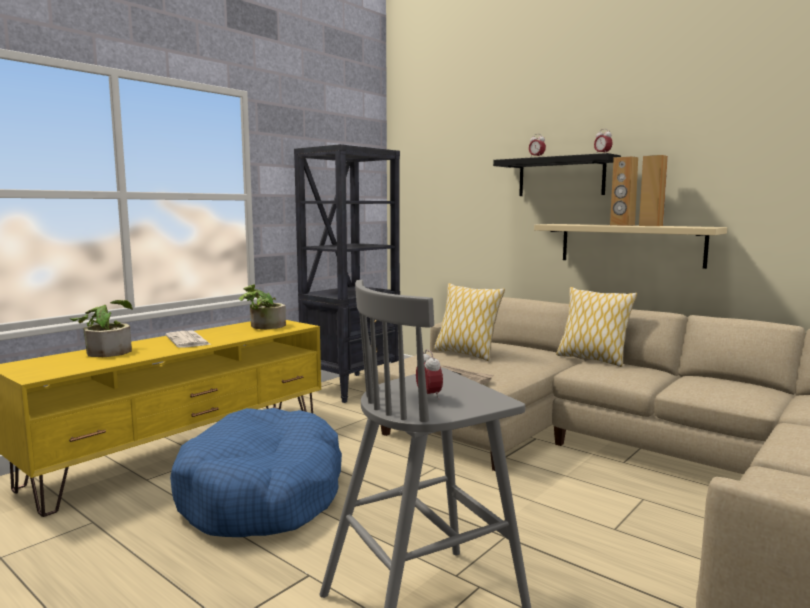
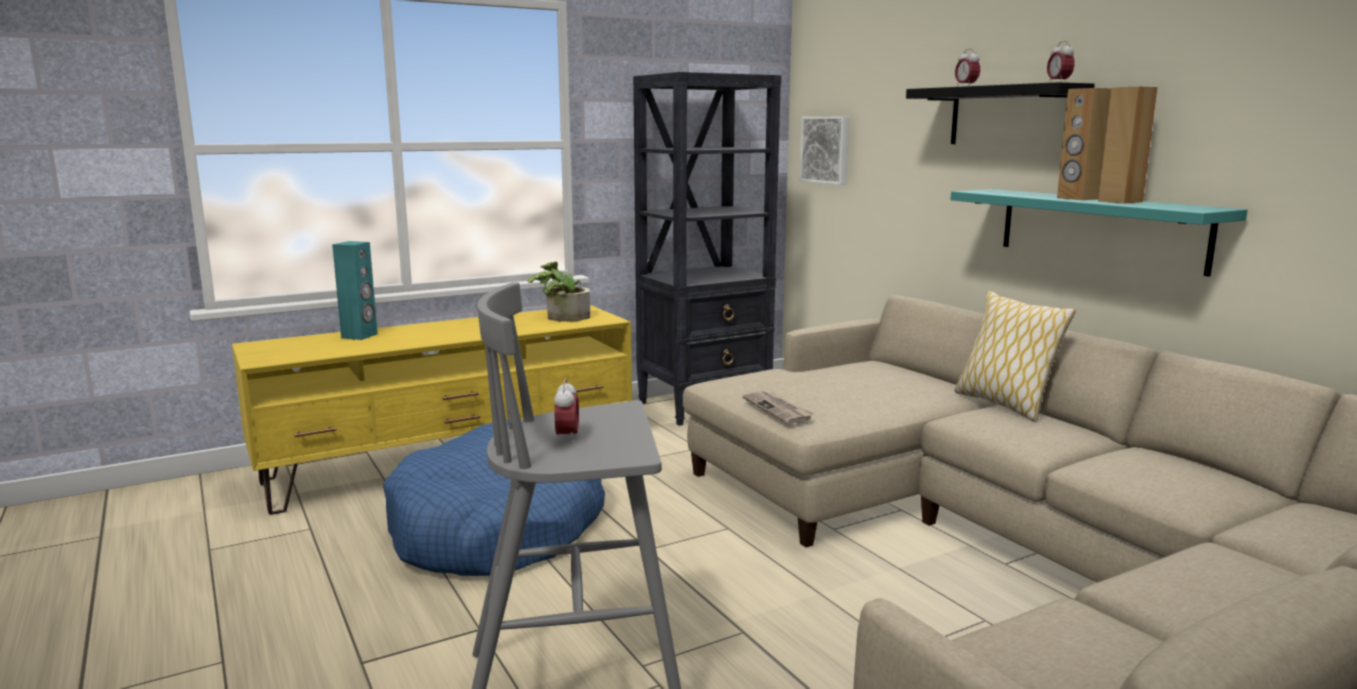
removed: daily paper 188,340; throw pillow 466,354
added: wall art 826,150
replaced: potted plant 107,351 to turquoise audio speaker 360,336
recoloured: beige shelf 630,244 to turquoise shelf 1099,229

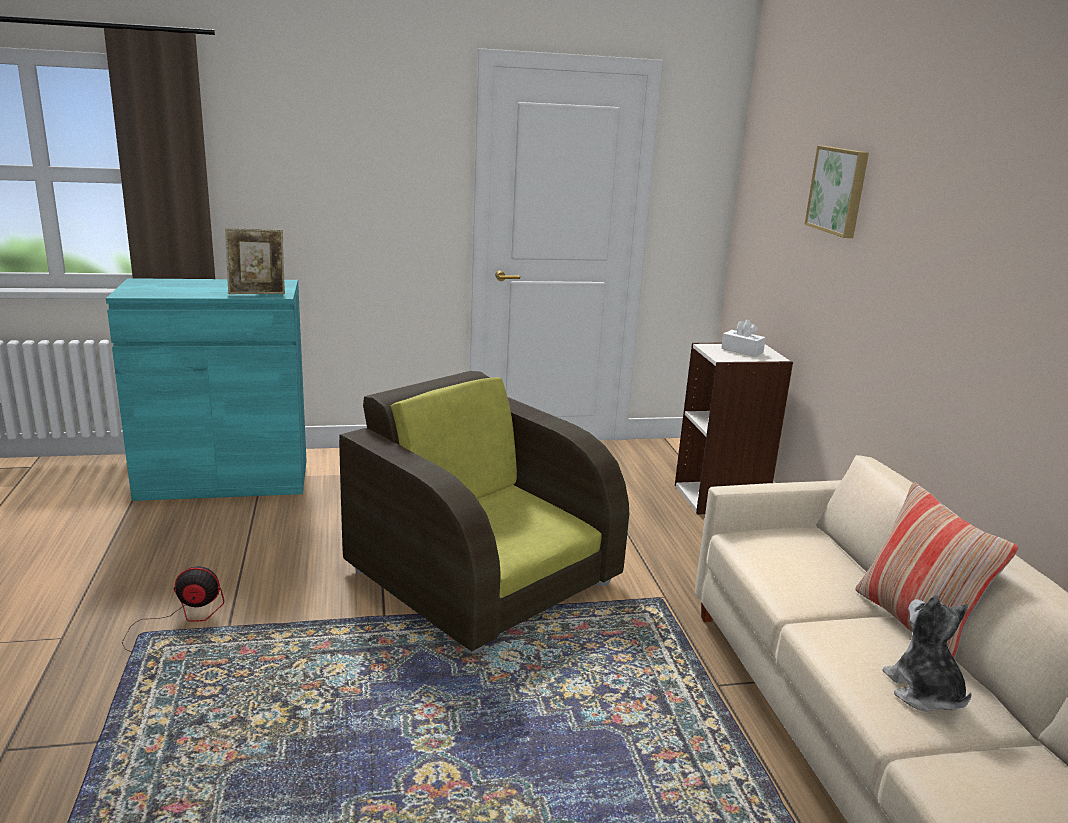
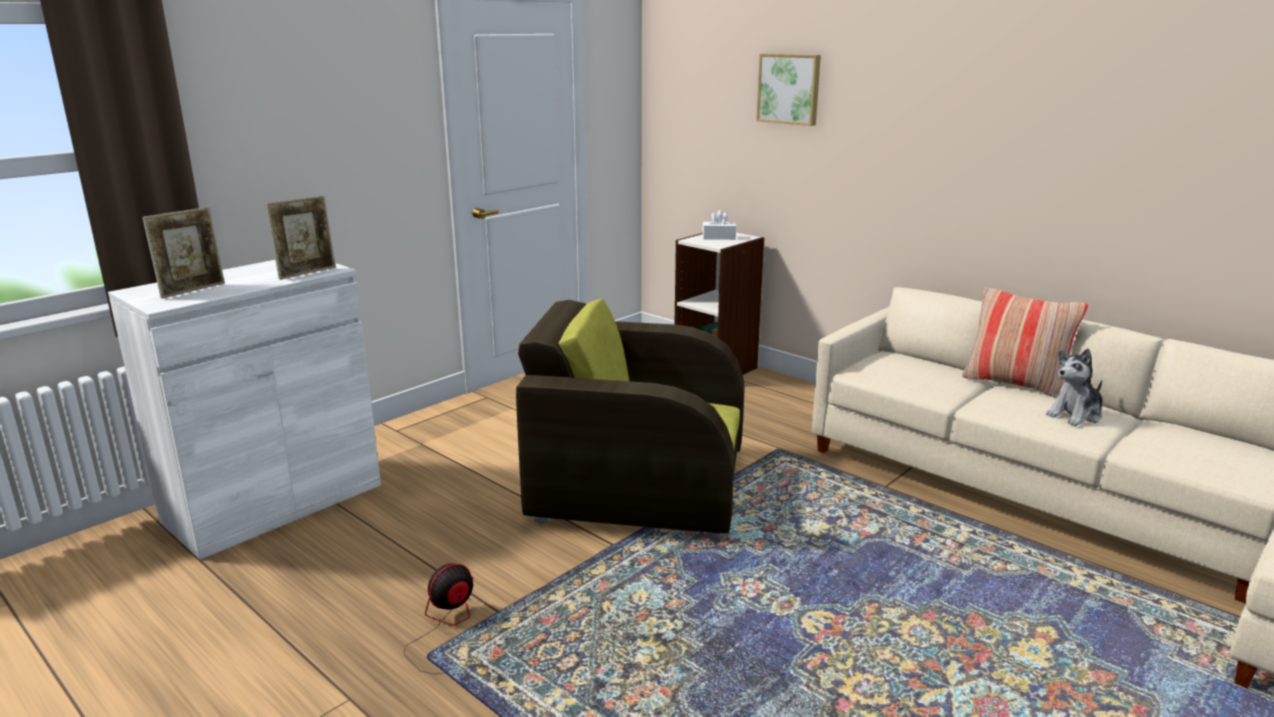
added: picture frame 192,290
recoloured: turquoise storage cabinet 224,480 to white storage cabinet 274,503
turned: plush toy 923,692 = 1075,415 75 degrees counterclockwise

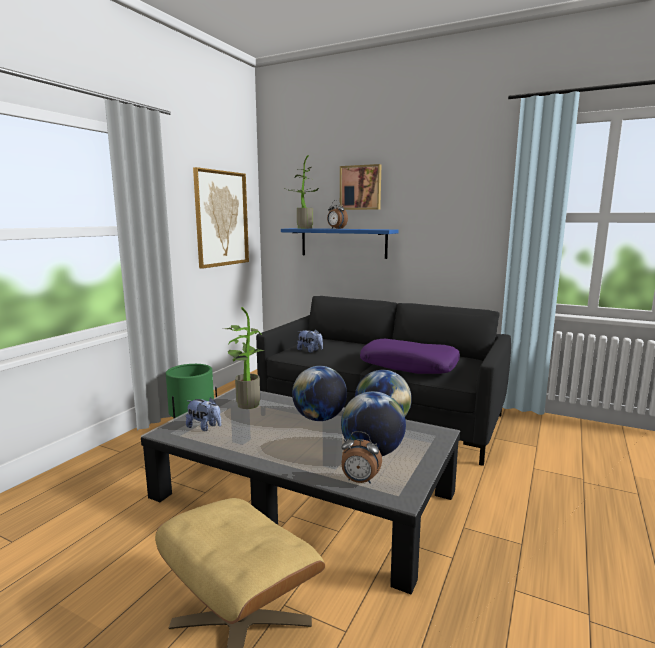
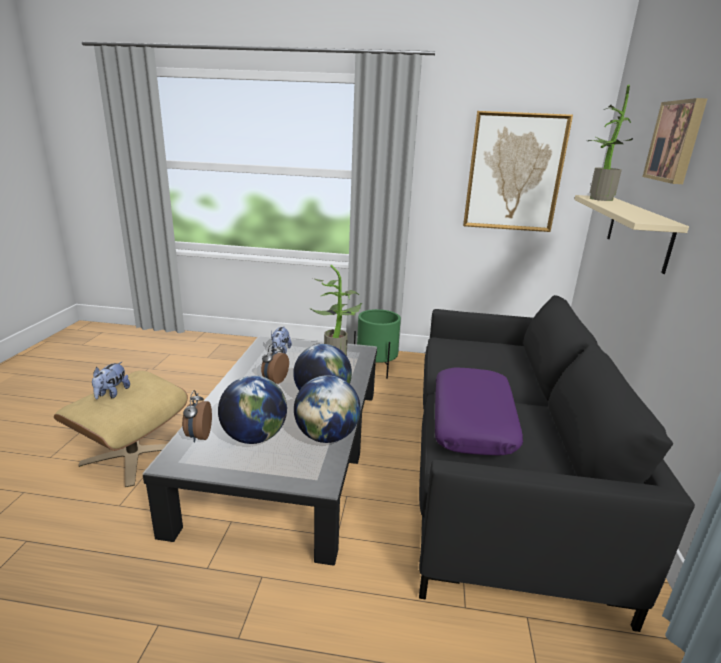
moved: plush toy 310,351 to 112,394; table clock 336,228 to 274,380
recoloured: blue-coloured shelf 343,242 to beige shelf 638,231

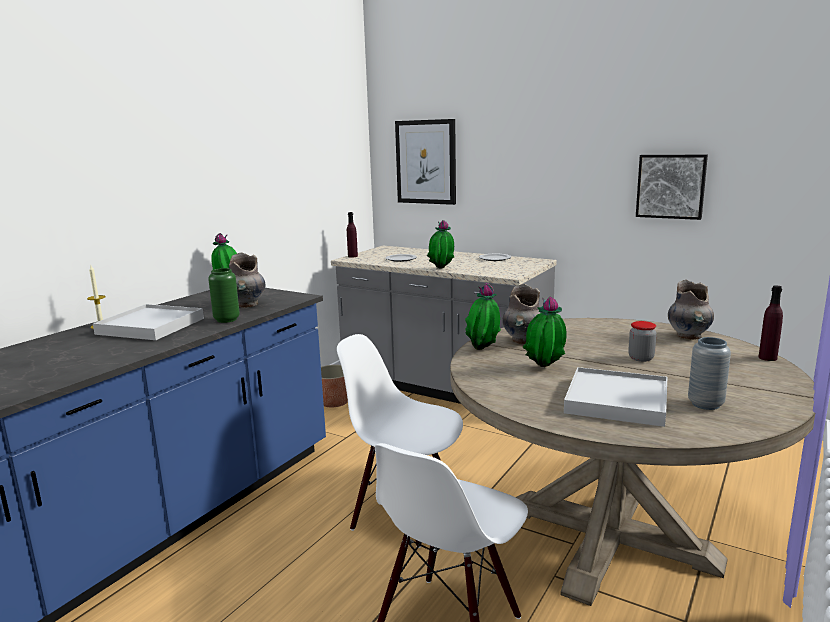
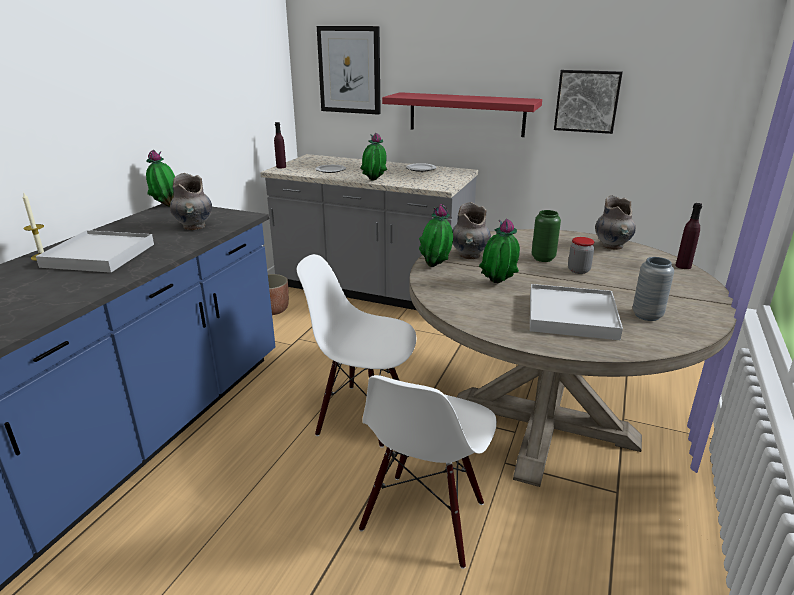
added: red-coloured shelf 466,114
moved: greenish vase 226,320 to 543,258

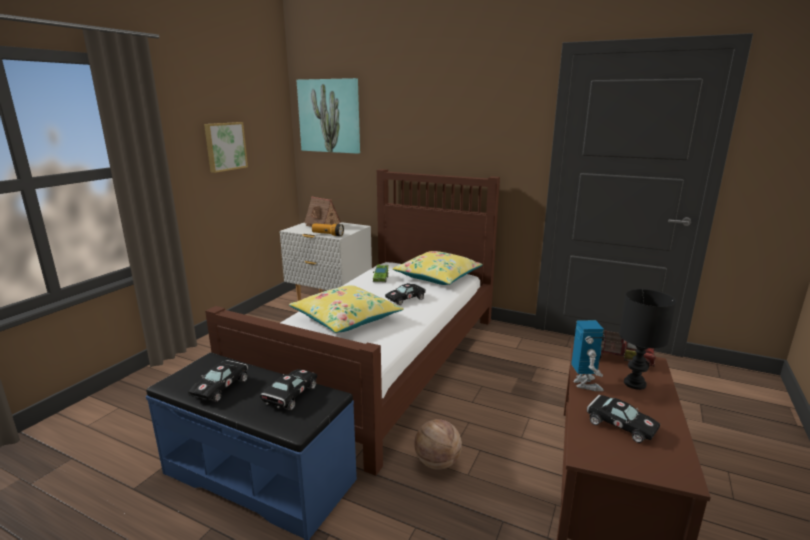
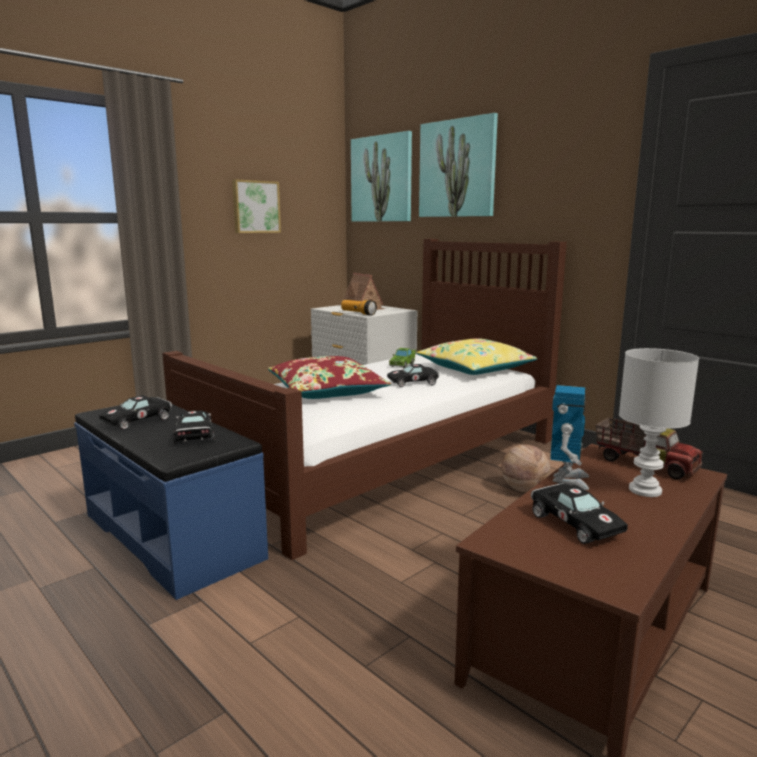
added: wall art 457,168
moved: basketball ball 437,463 to 524,490
recoloured: yellow throw pillow 346,318 to red-coloured throw pillow 327,391; blackish lamp for a table 635,384 to white lamp for a table 646,491
turned: blackish toy car 289,396 = 194,436 60 degrees counterclockwise

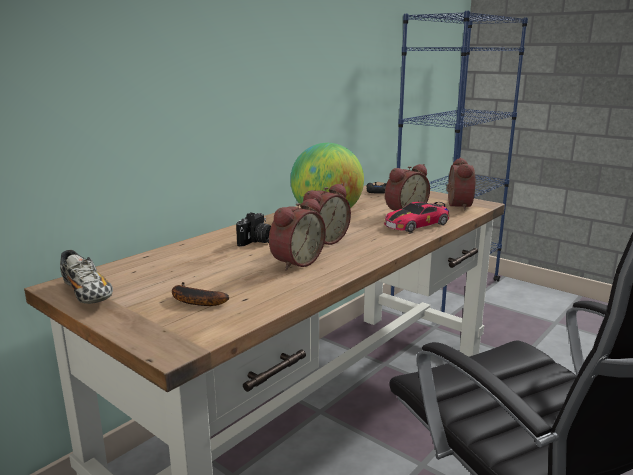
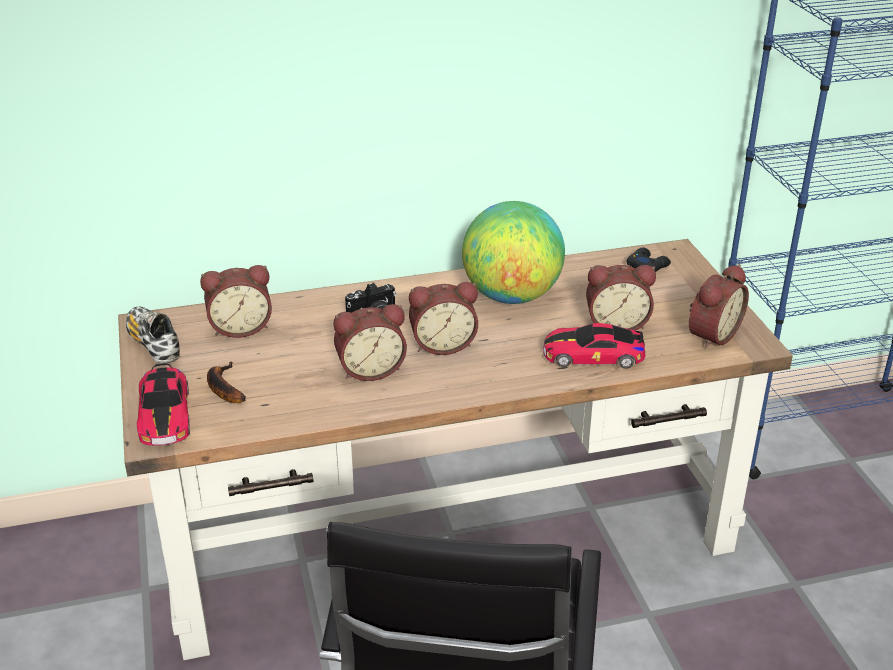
added: toy car 165,415; table clock 240,327
turned: item of footwear 88,295 = 154,344 150 degrees clockwise

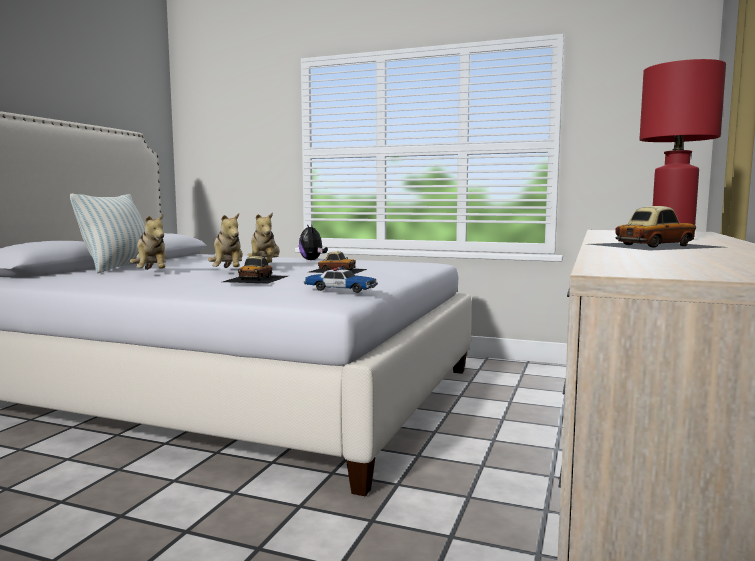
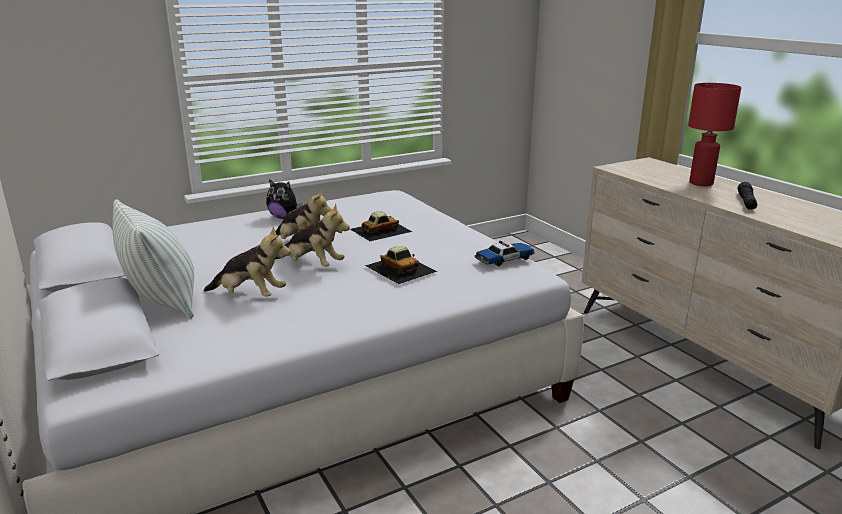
replaced: toy car 653,245 to blackish torch 746,202

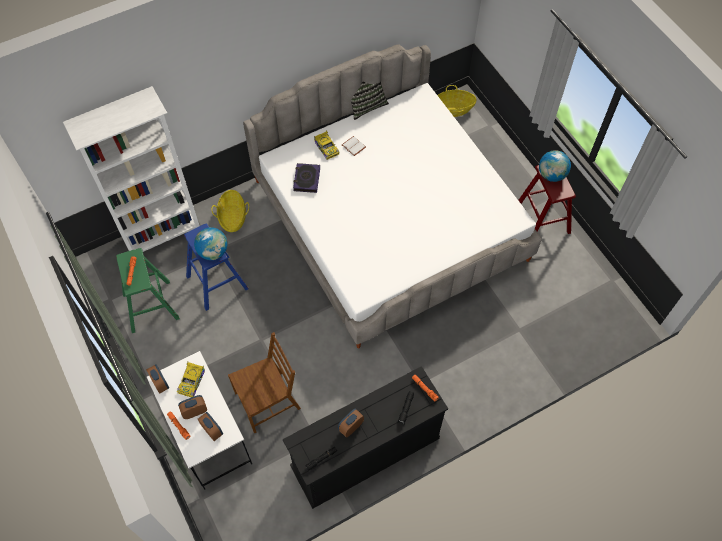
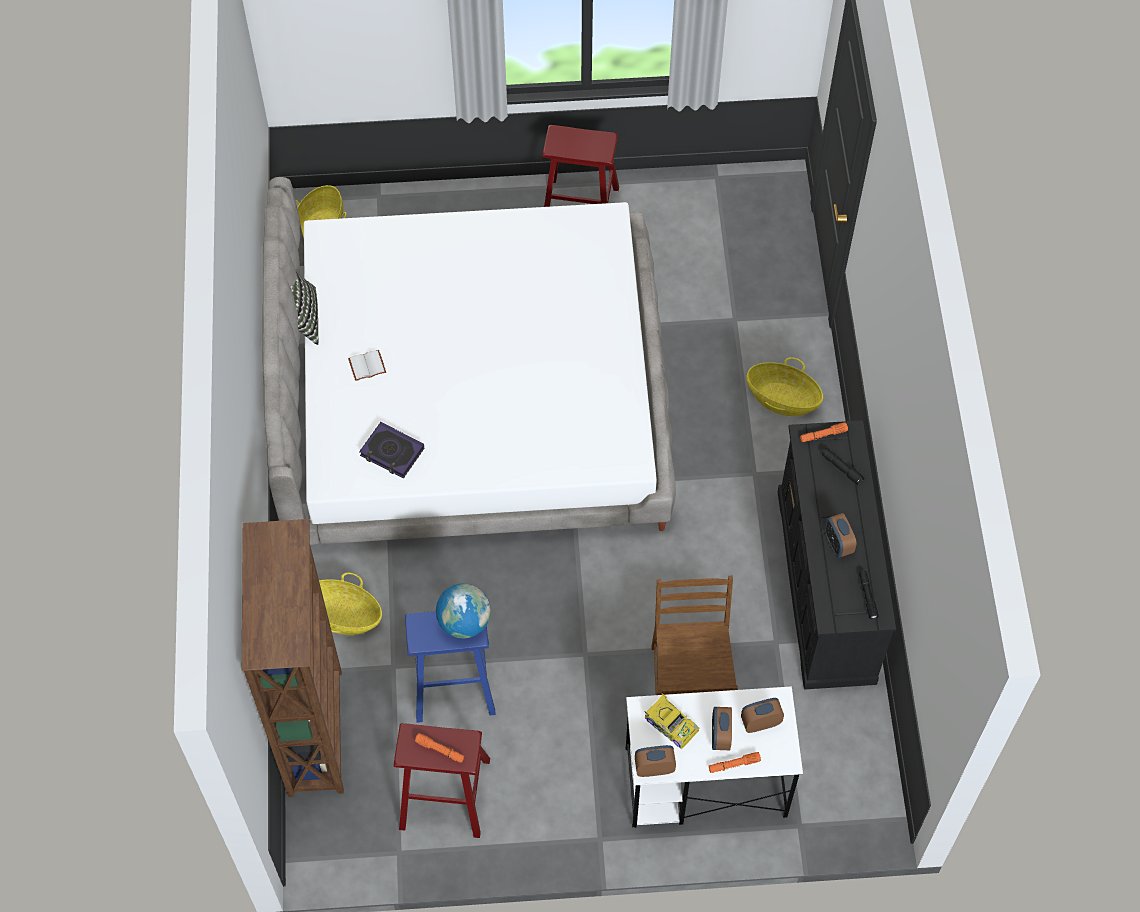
removed: toy car 326,147; world globe 551,175
added: household basket 782,398
recoloured: white shelving unit 162,234 to brownish shelving unit 317,732; greenish sitting stool 151,306 to red-coloured sitting stool 444,793

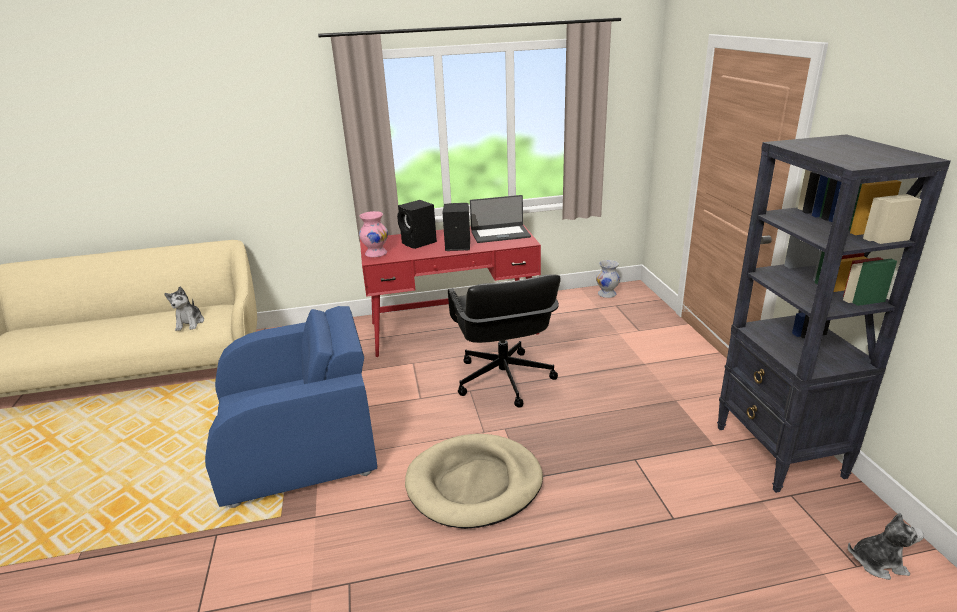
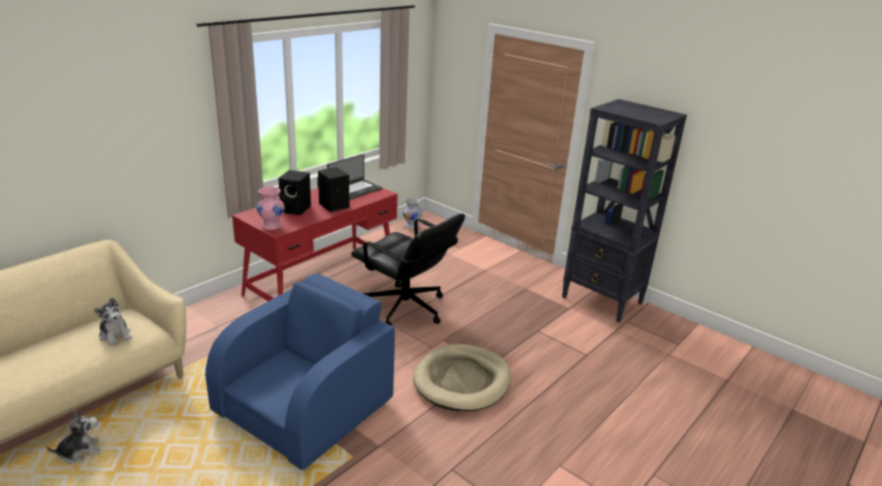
moved: plush toy 877,562 to 79,452

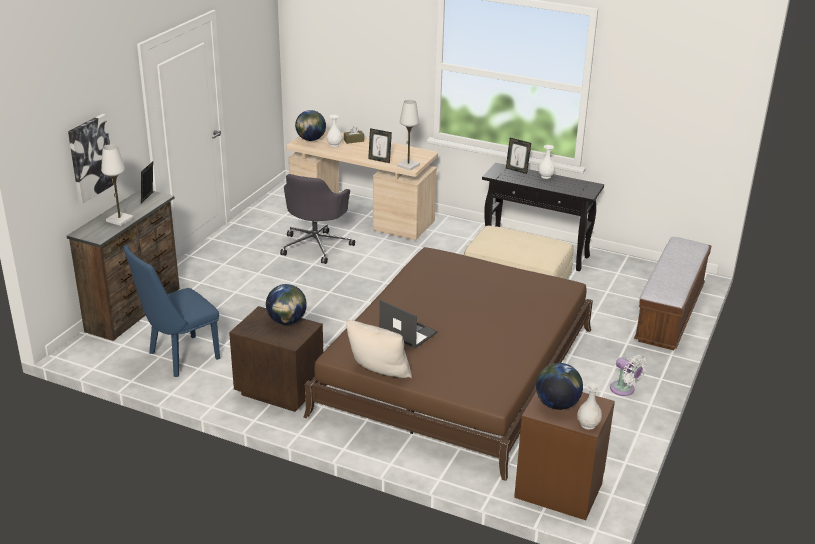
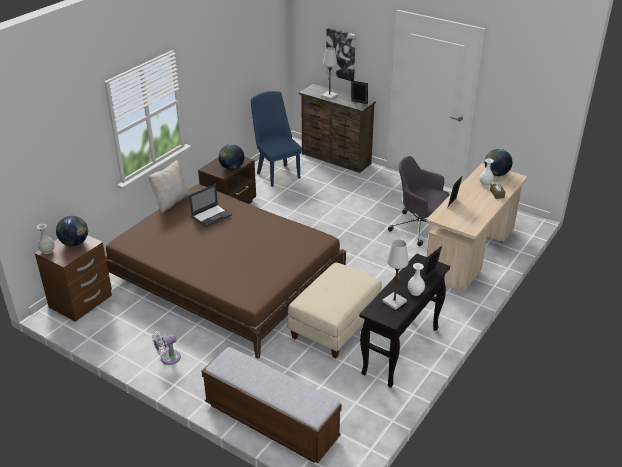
moved: white lamp for a table 408,165 to 394,301

